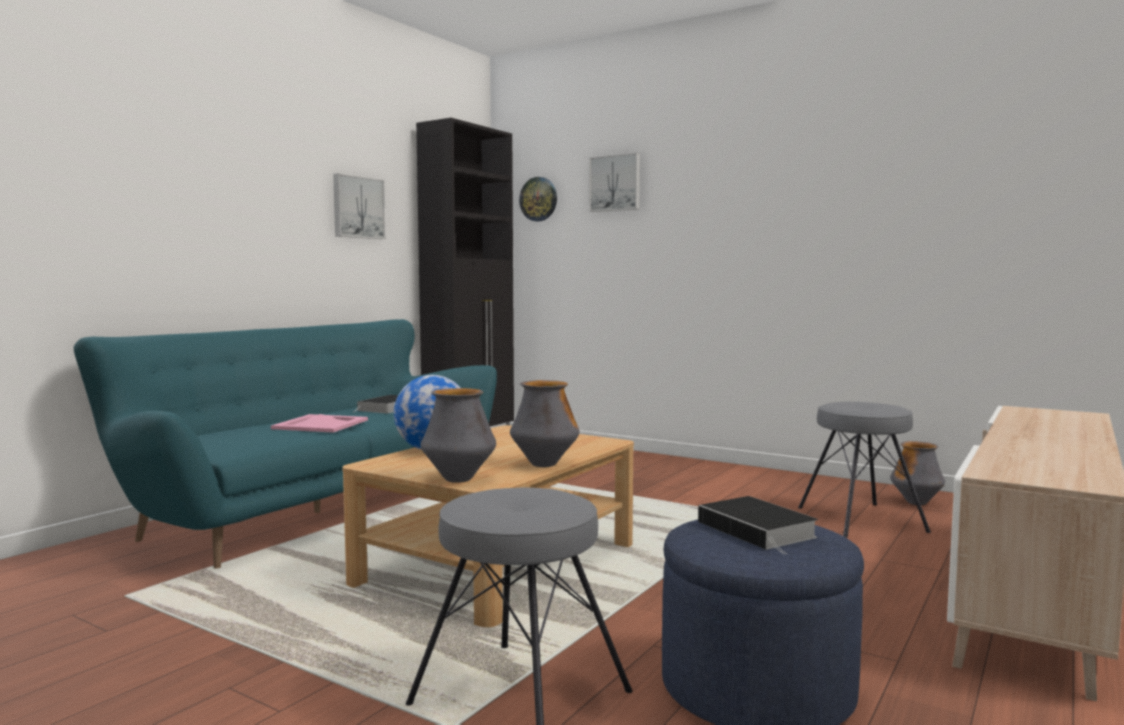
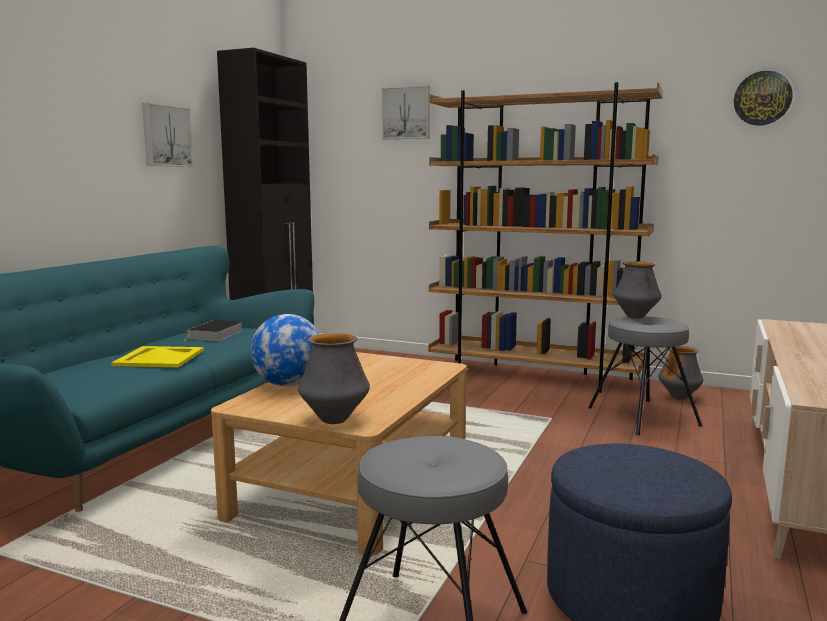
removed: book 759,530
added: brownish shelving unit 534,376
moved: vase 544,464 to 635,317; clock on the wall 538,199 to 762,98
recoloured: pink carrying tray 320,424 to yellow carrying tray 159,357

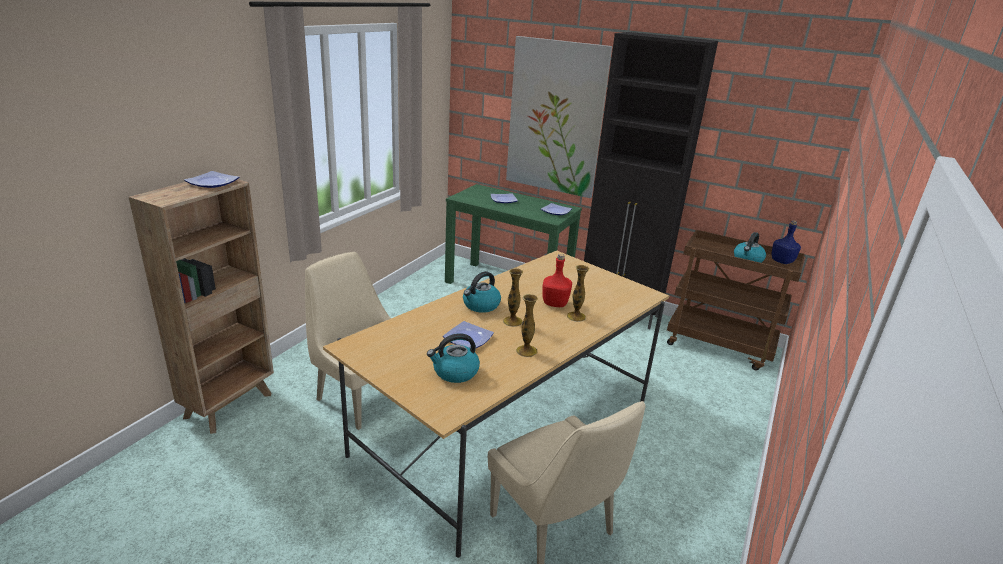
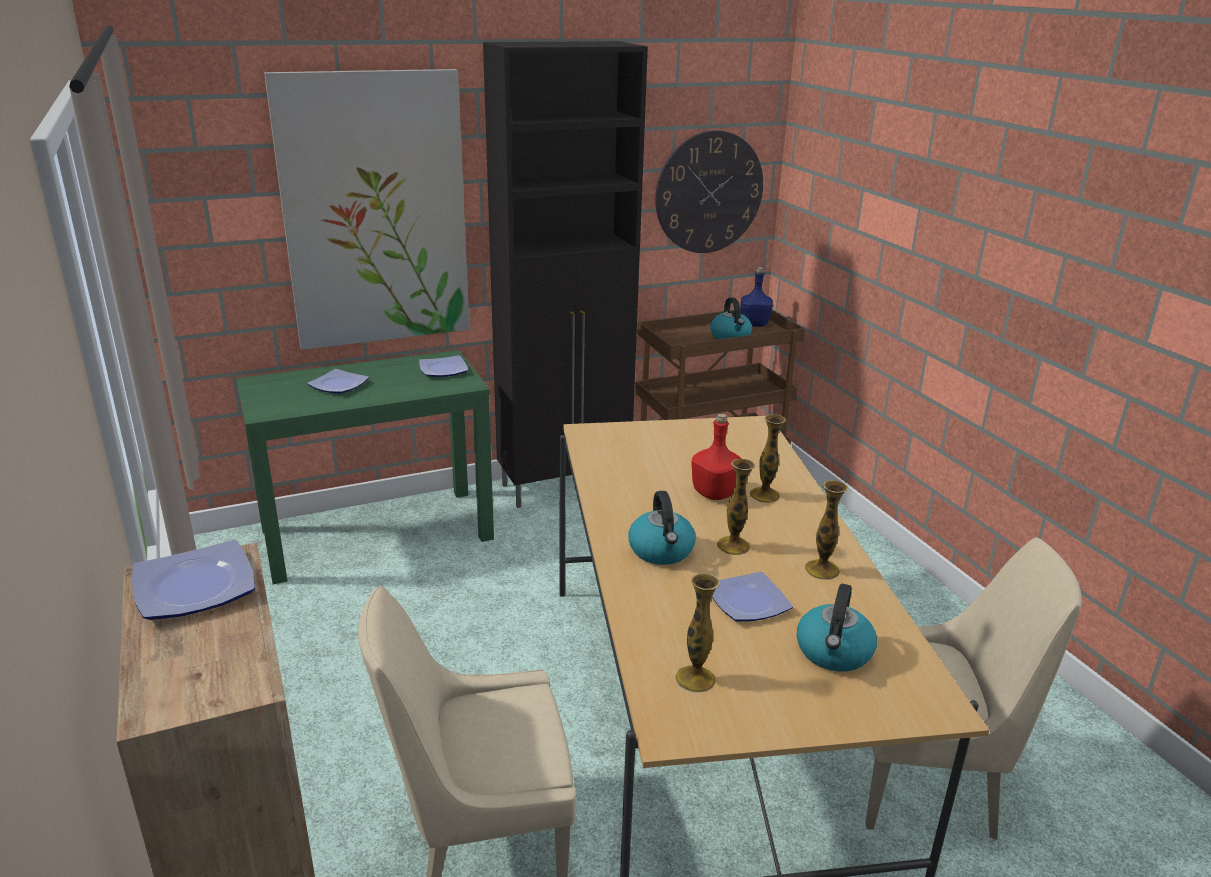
added: clock on the wall 709,192; vase 695,679

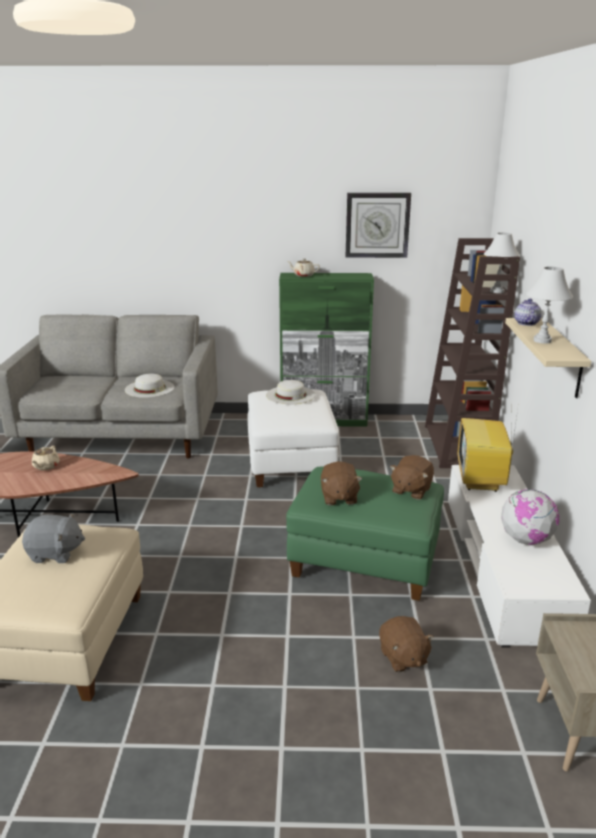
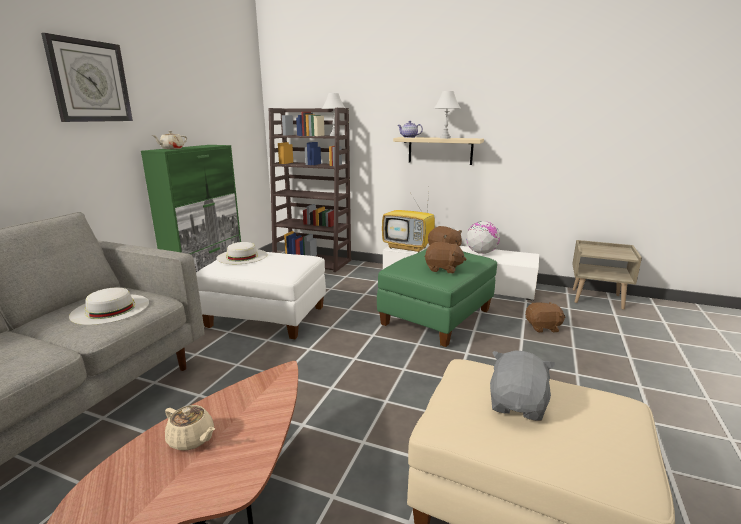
moved: clock on the wall 377,225 to 90,81

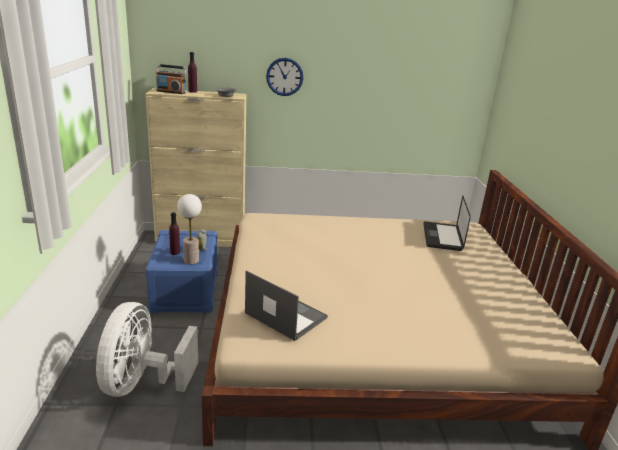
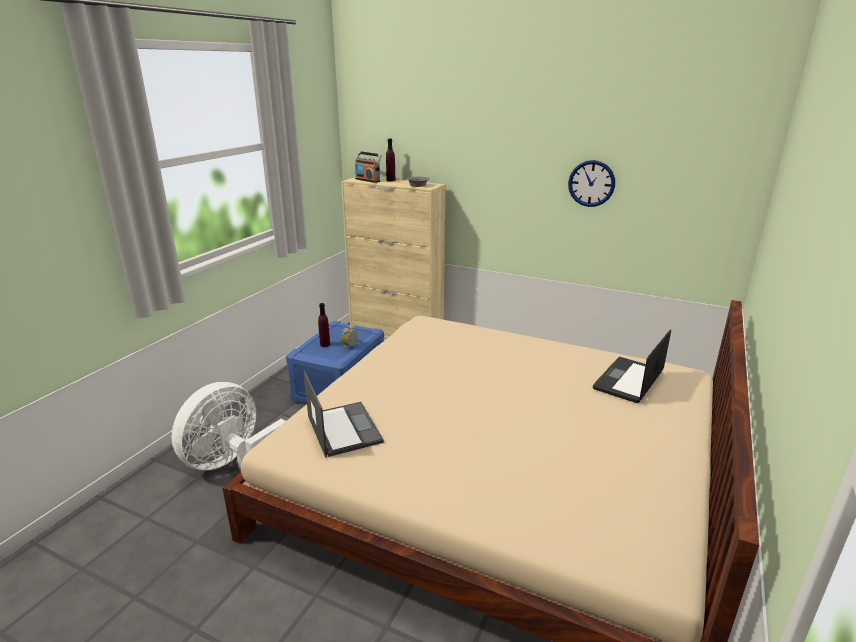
removed: lamp for a table 191,260
moved: clock on the wall 284,77 to 591,183

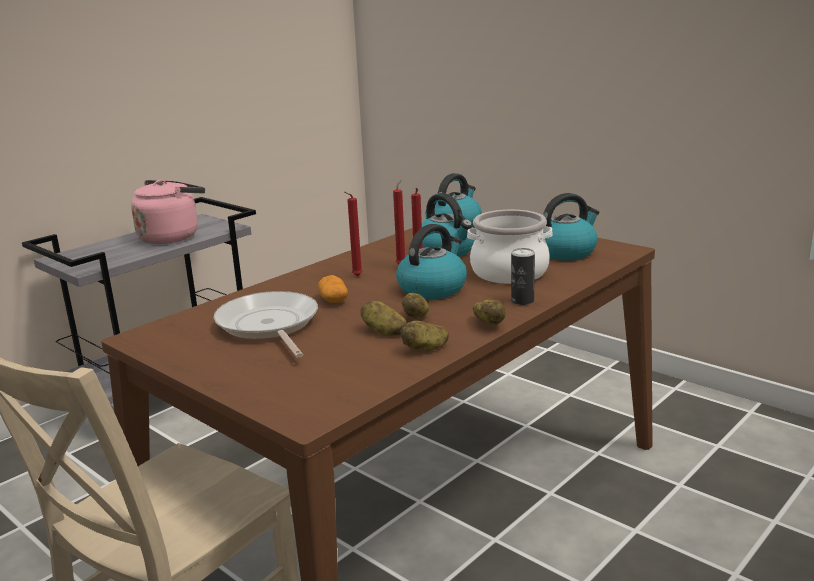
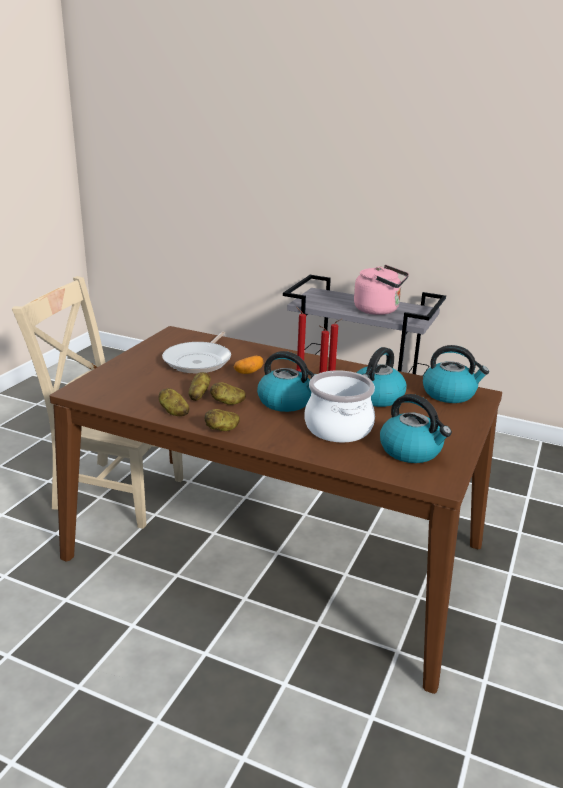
removed: can 522,301
turned: frying pan 269,326 = 199,361 150 degrees clockwise

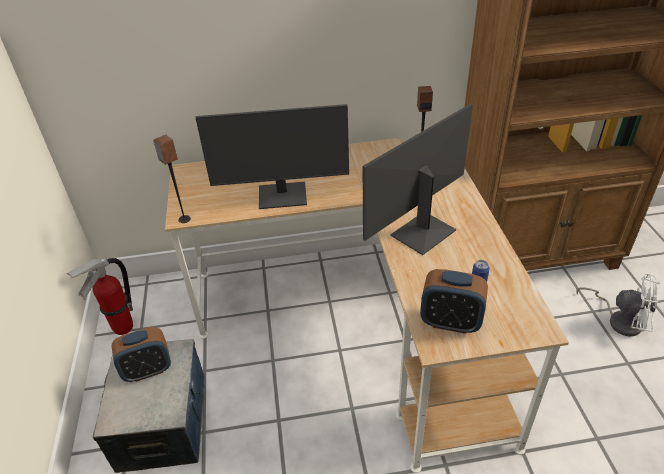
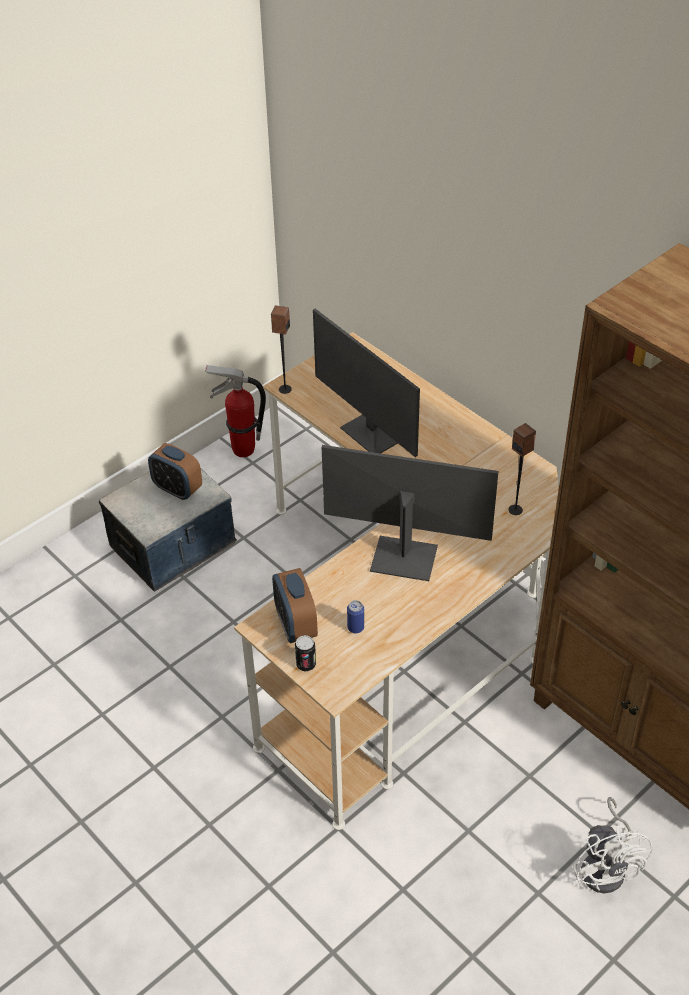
added: can 306,664

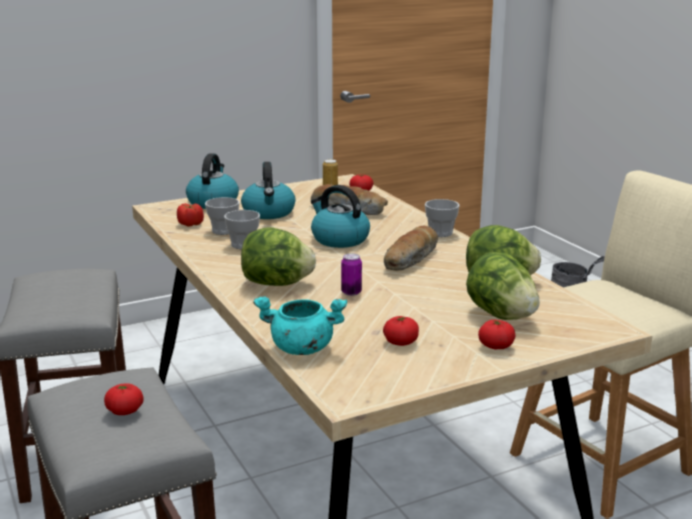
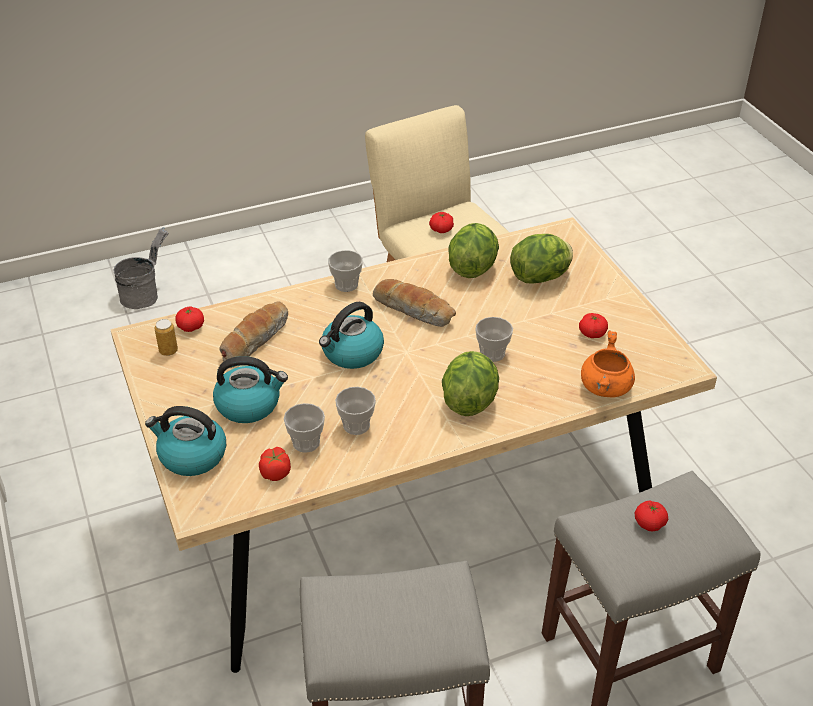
moved: fresh tomato 496,346 to 441,230
replaced: can 351,292 to drinking cup 492,353
recoloured: turquoise stockpot 300,348 to orange-coloured stockpot 606,388

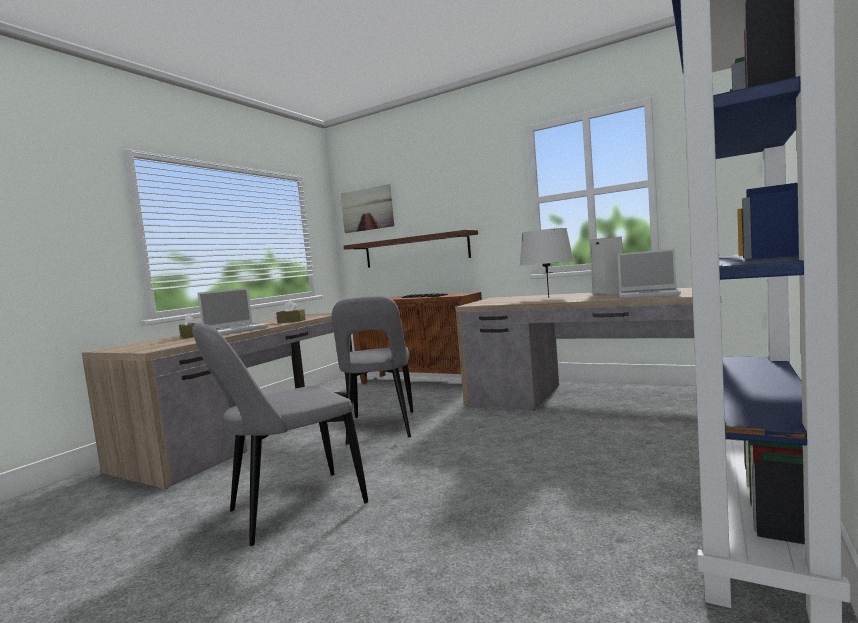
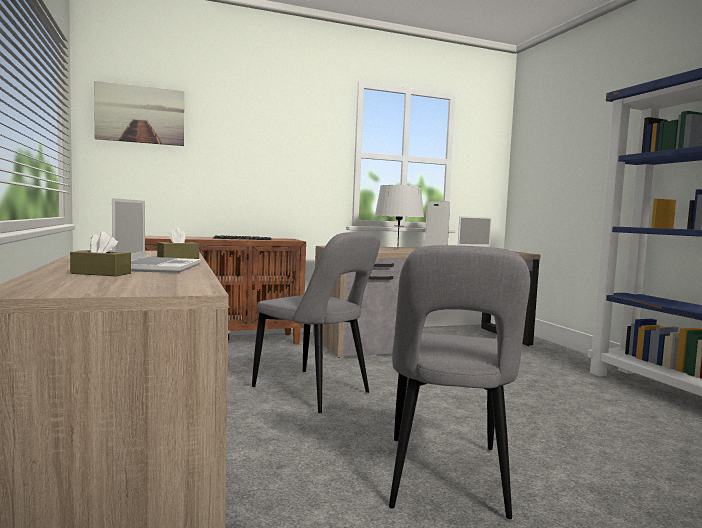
removed: shelf 415,250

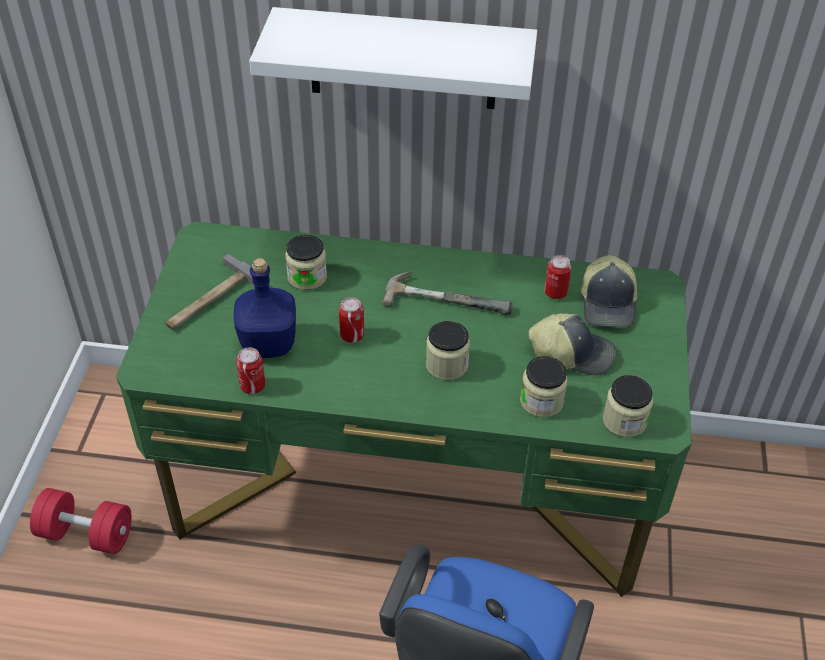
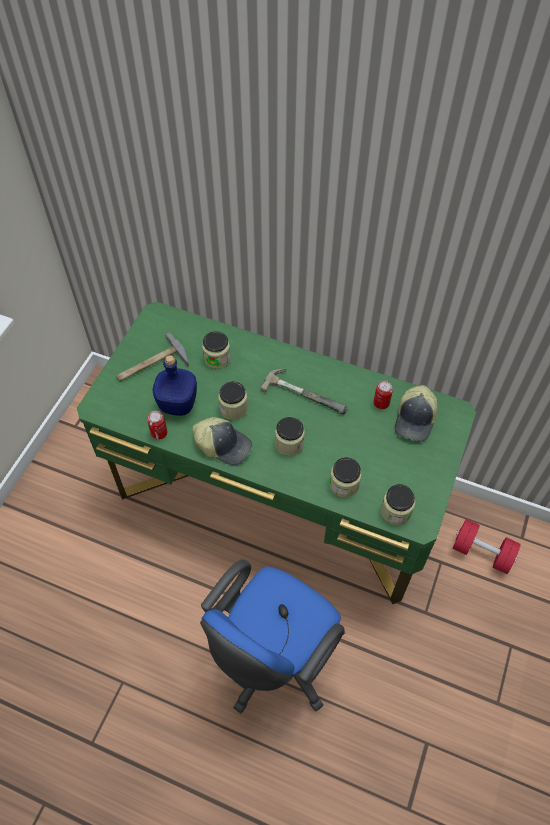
removed: white shelf 403,59
moved: red-coloured dumbbell 86,534 to 482,552; peaked cap 572,353 to 223,445
replaced: can 352,335 to storage jar 233,408

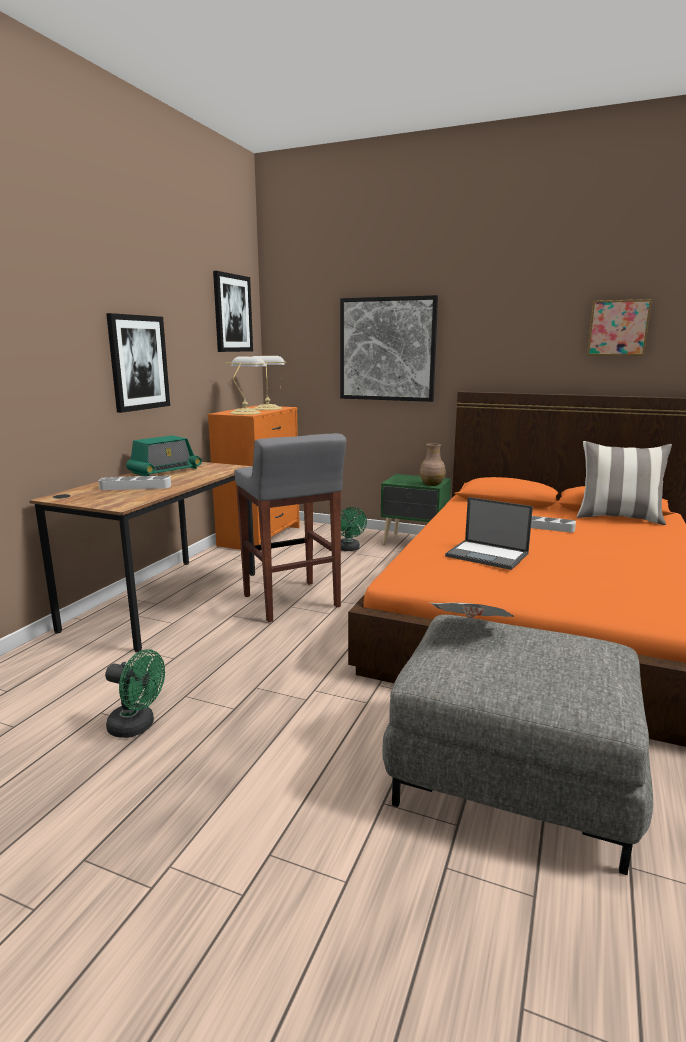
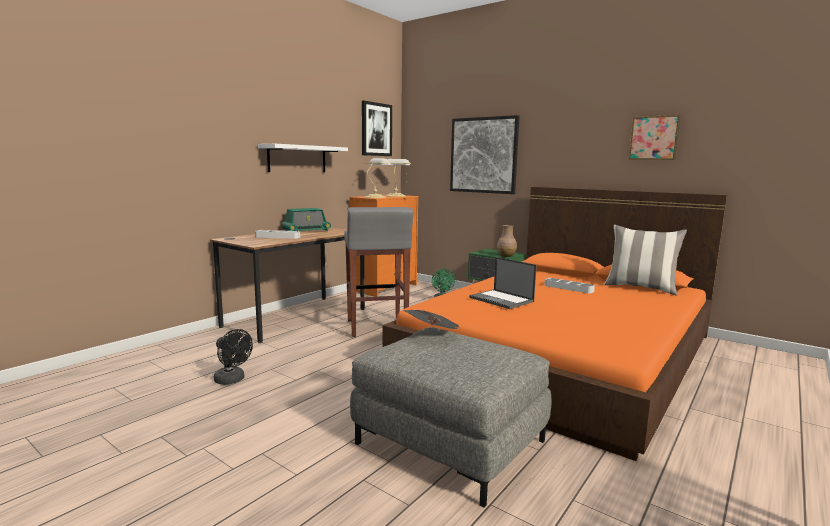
replaced: wall art 138,363 to white shelf 297,159
recoloured: greenish electric fan 137,726 to blackish electric fan 232,380

